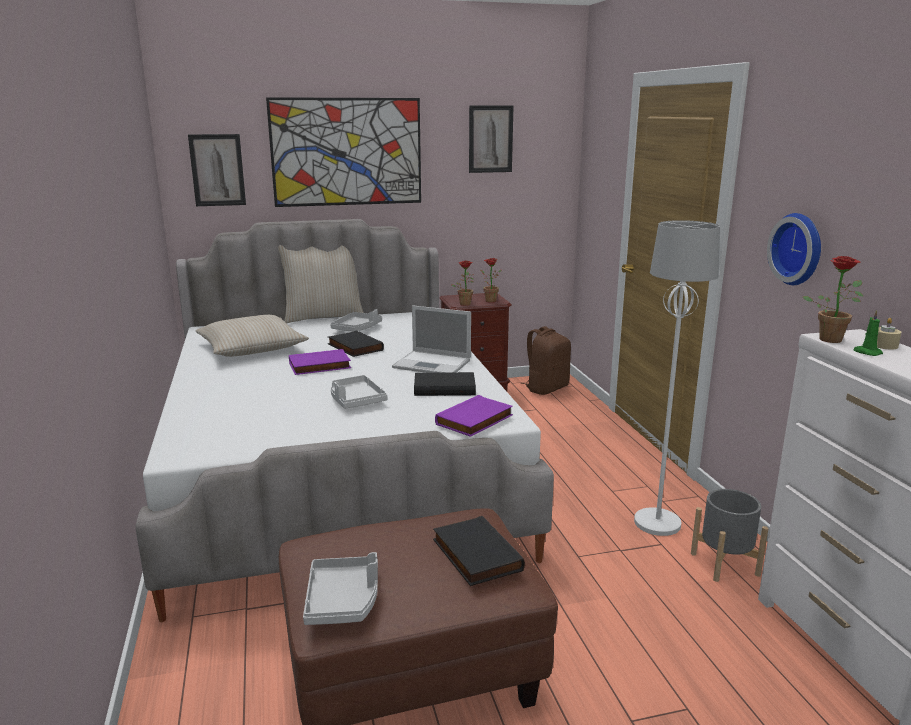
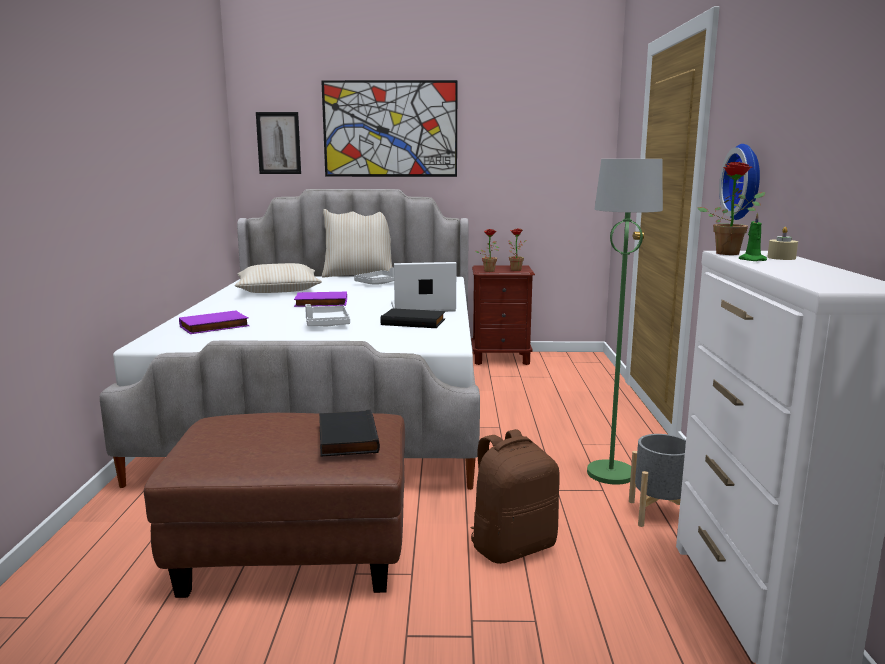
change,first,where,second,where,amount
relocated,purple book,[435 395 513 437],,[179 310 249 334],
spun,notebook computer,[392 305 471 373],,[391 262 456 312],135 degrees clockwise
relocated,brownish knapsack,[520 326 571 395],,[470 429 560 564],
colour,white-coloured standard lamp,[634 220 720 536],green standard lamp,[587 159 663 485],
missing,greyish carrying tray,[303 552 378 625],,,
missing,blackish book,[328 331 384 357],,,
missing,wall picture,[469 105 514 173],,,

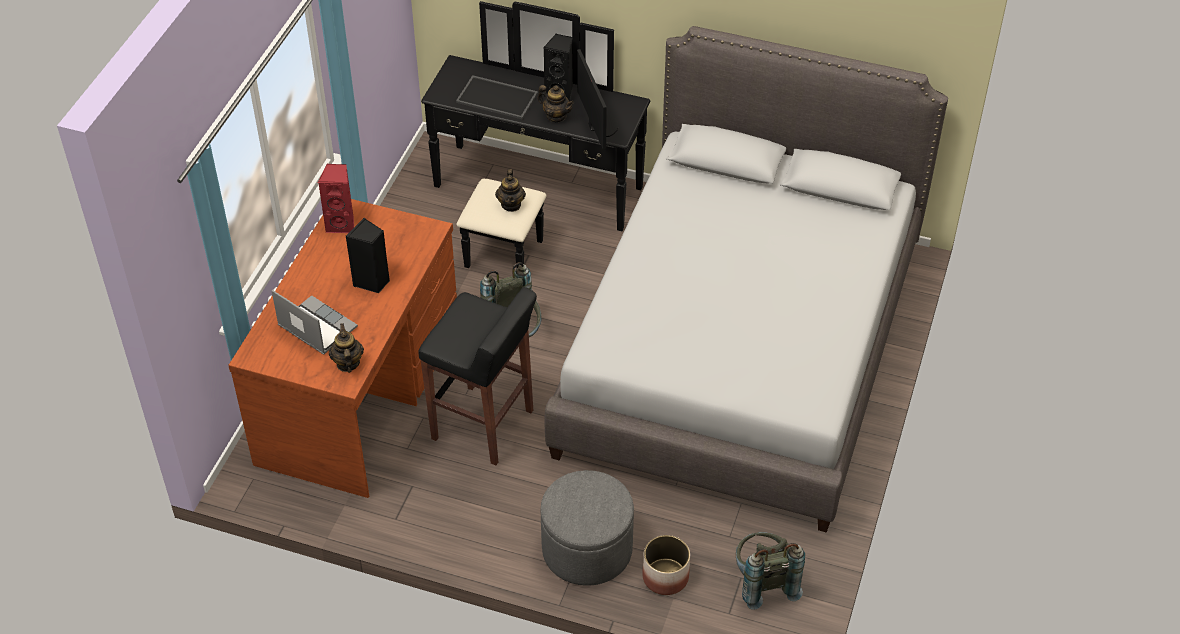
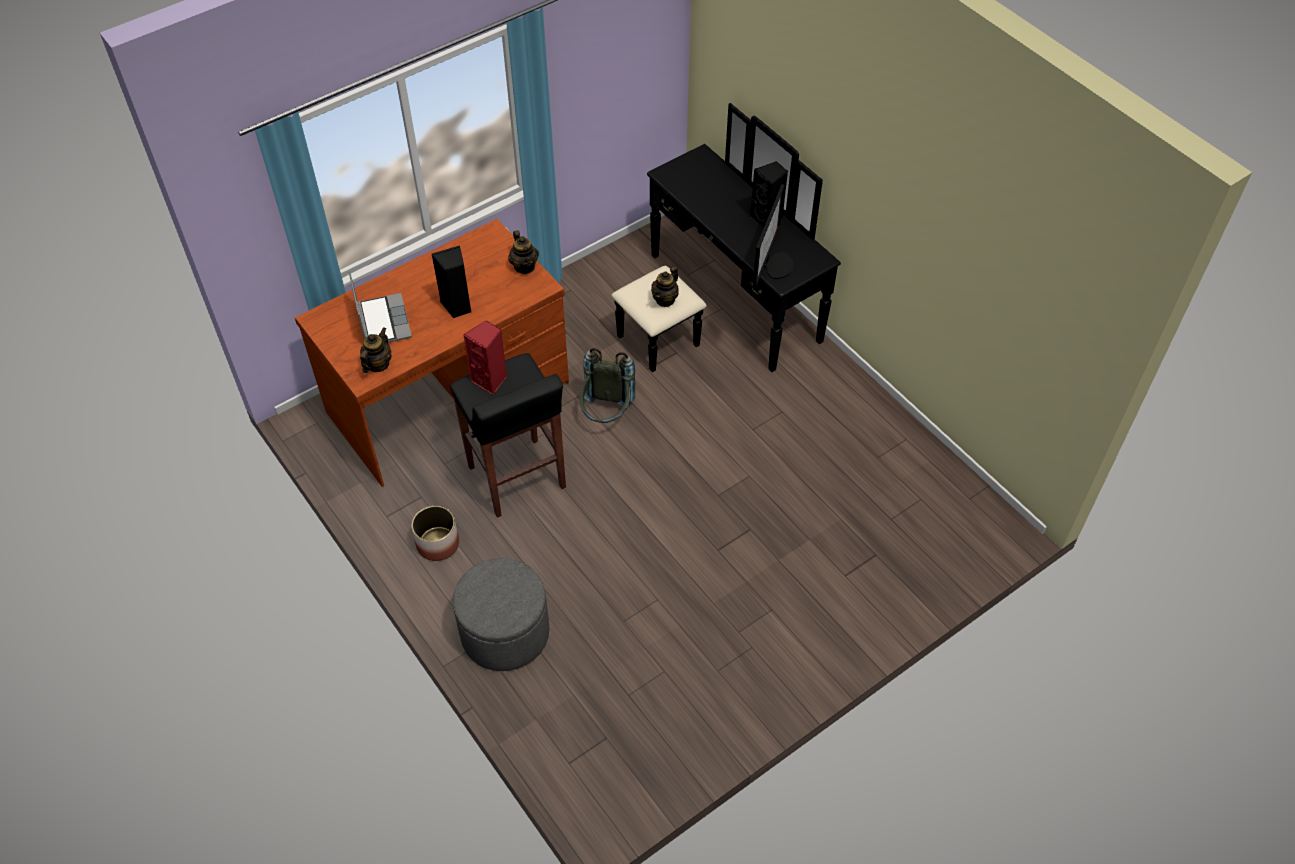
change,first,where,second,where,amount
relocated,plant pot,[642 535 690 595],,[412 506 459 561],
relocated,reddish loudspeaker,[318 164 354 233],,[464 320 507 395],
relocated,pot for tea,[537 85 574 122],,[508 230 539 274],
missing,carrying tray,[456 75 538 119],,,
missing,greyish sleeping bed,[545 26 948 533],,,
missing,greyish knapsack,[736 532 805 610],,,

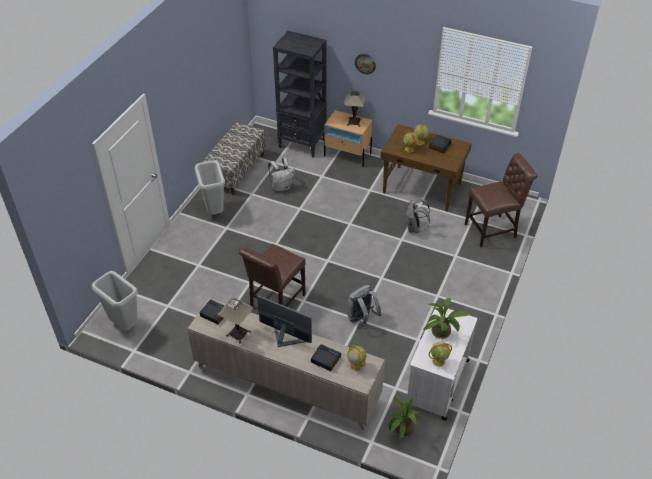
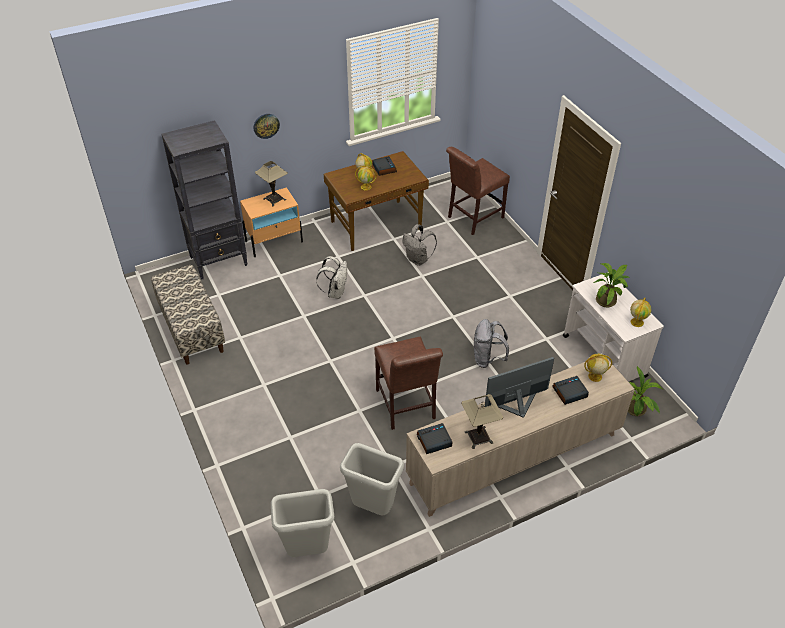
change,first,where,second,where,amount
relocated,white-coloured knapsack,[268 158 295 192],,[316 256 347 299],
relocated,greyish trash can,[195 160 225 215],,[340 443 404 515],
spun,brownish chair,[465 153 538 247],,[446 147 510 235],150 degrees counterclockwise

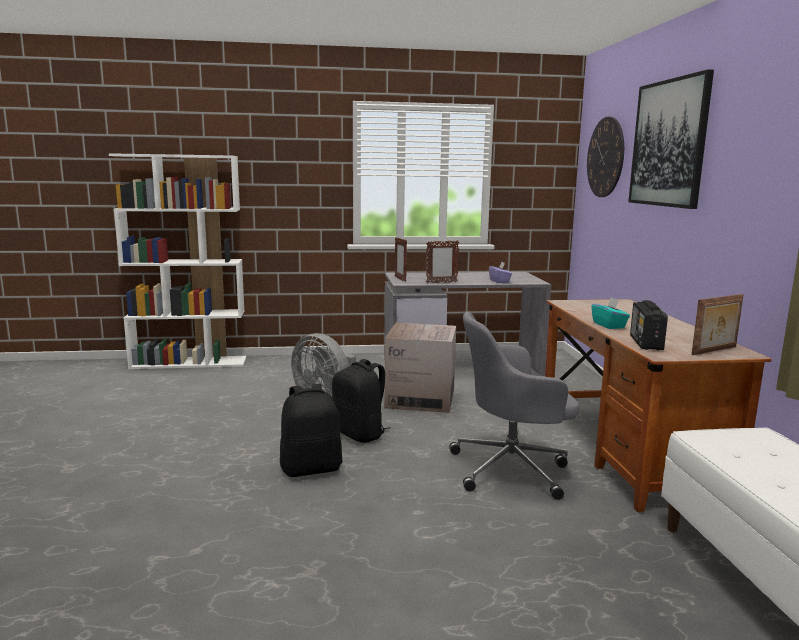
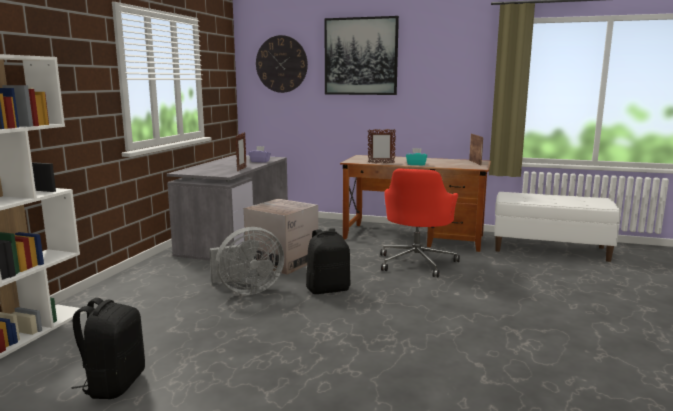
change,first,where,second,where,amount
relocated,blackish knapsack,[280 384 343 477],,[71 298 145 399],
relocated,standing frame,[395 237 407 282],,[368 129 396 164],
colour,greyish office chair,[449 312 579 500],reddish office chair,[380 169 460 278],
missing,radio set,[630 300 668 350],,,

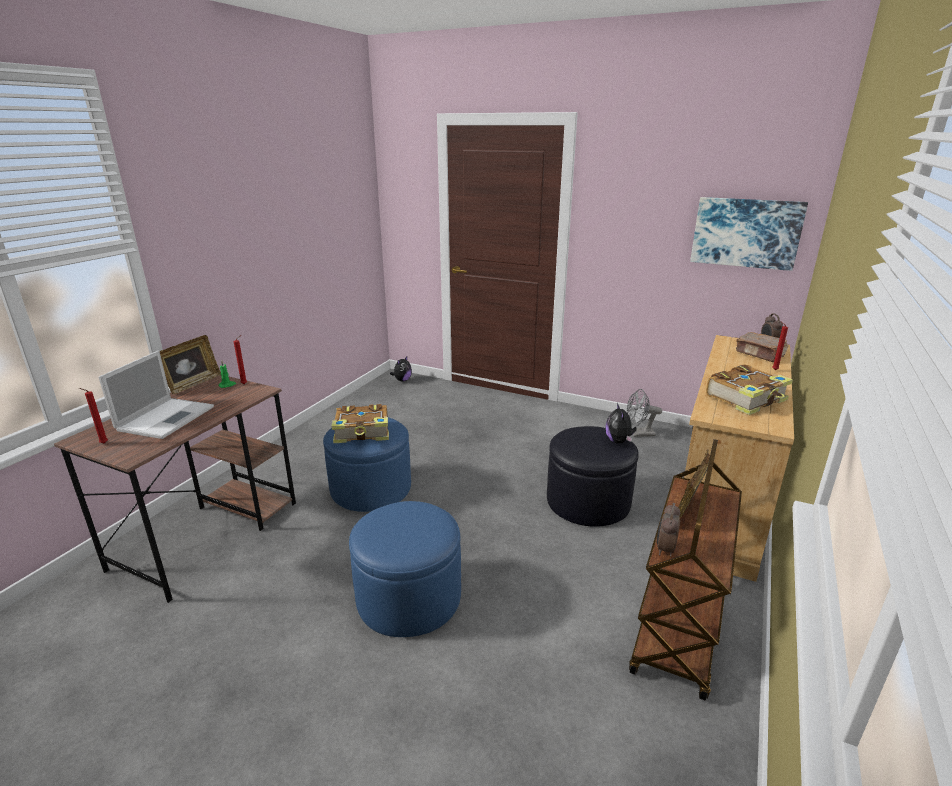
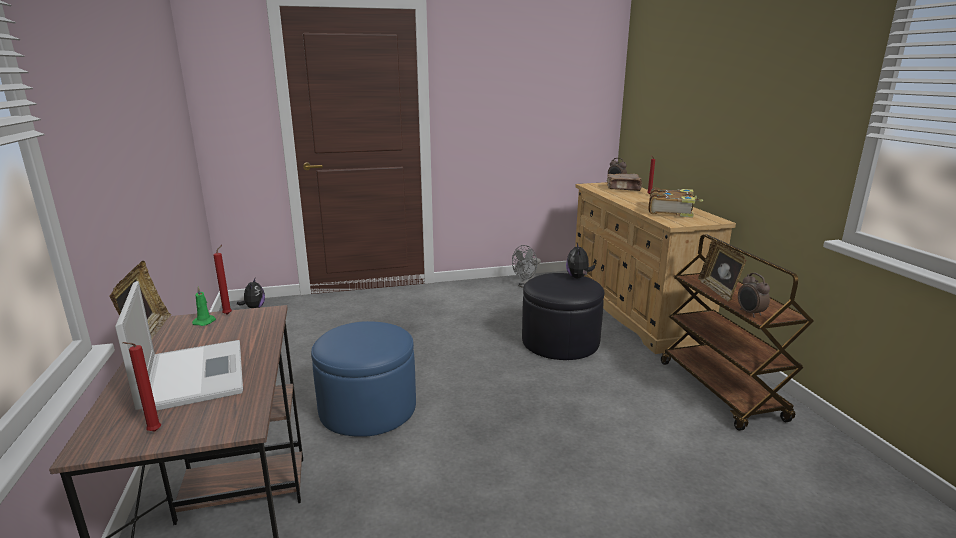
change,first,where,second,where,amount
spun,plush toy,[605 403 637 444],,[566 243 595 278],45 degrees clockwise
missing,book,[331 404 389 443],,,
missing,bluish pouffe,[349 501 461 637],,,
missing,wall picture,[690 197 808 271],,,

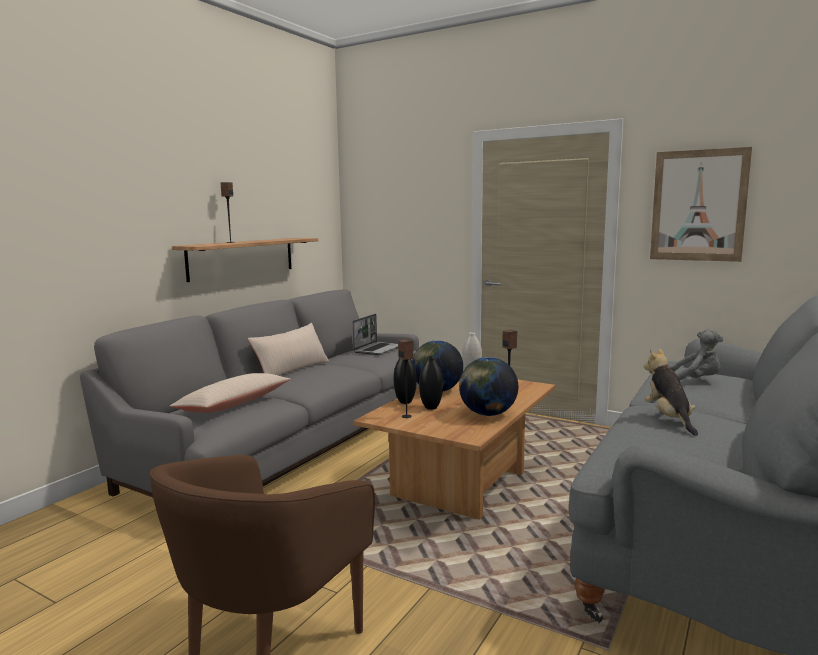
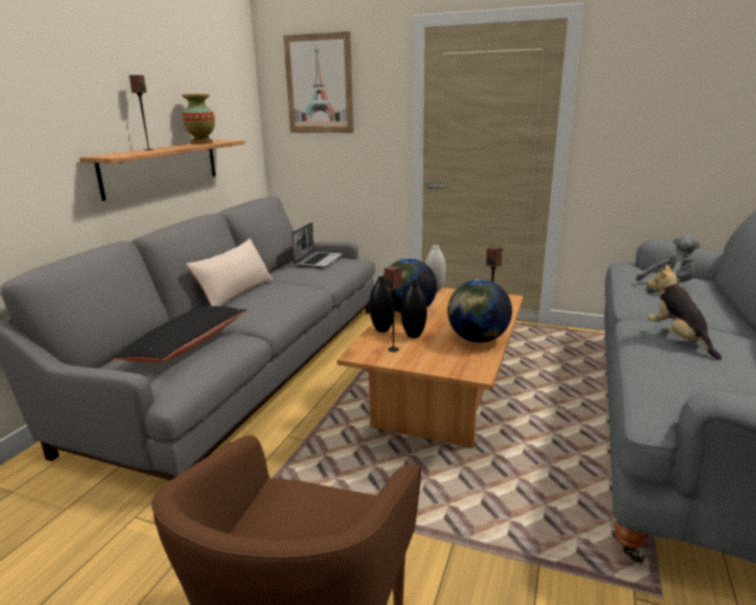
change,first,where,second,where,amount
colour,sand-coloured pillow,[170 373 291 413],blackish pillow,[112 306 247 363],
appeared,,,vase,[182 94 215 144],
relocated,wall picture,[650 147 752 262],,[283 31 354 133],

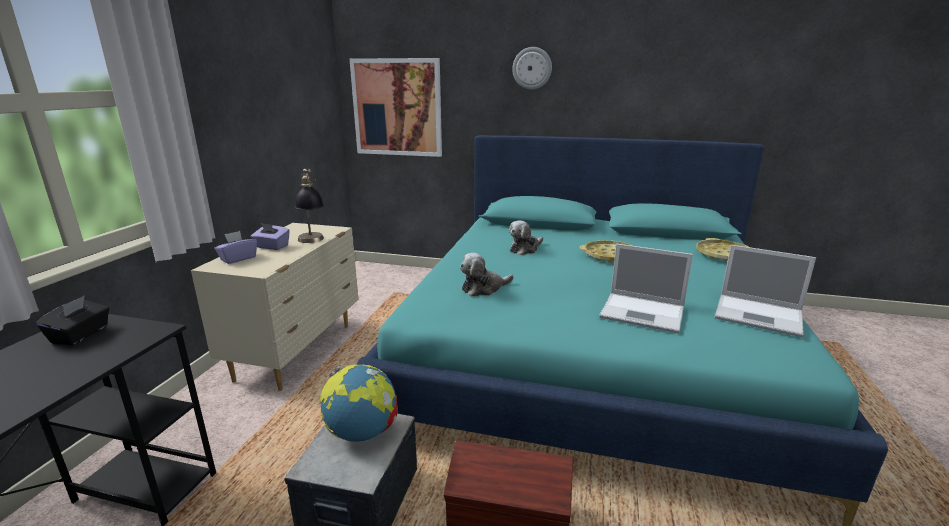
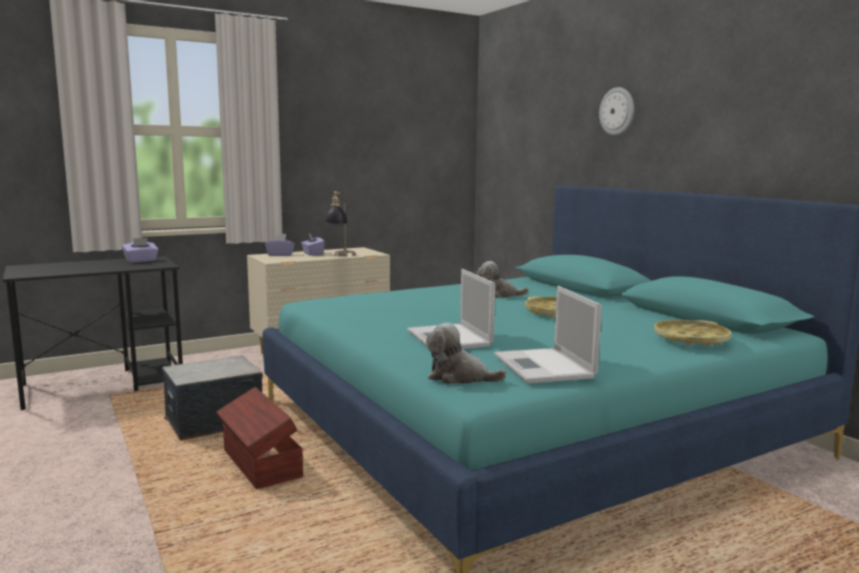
change,first,where,second,where,amount
colour,blackish tissue box,[36 295 109 345],purple tissue box,[122 238 158 263],
relocated,plush toy,[460 253 514 297],,[426 323 507 384],
missing,desk globe,[320 365 398 442],,,
missing,wall picture,[350 58 442 157],,,

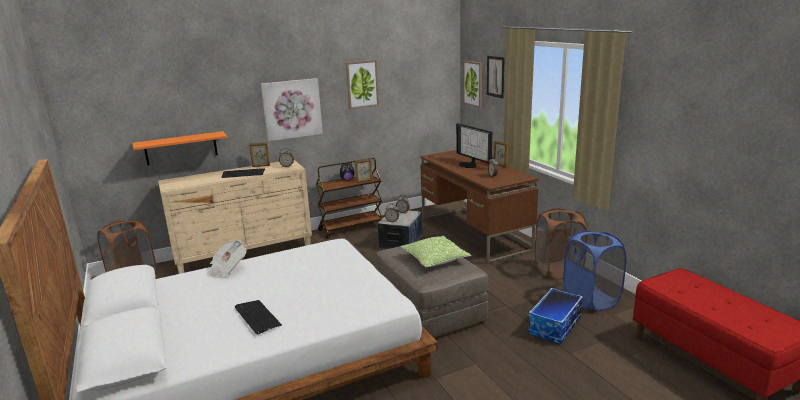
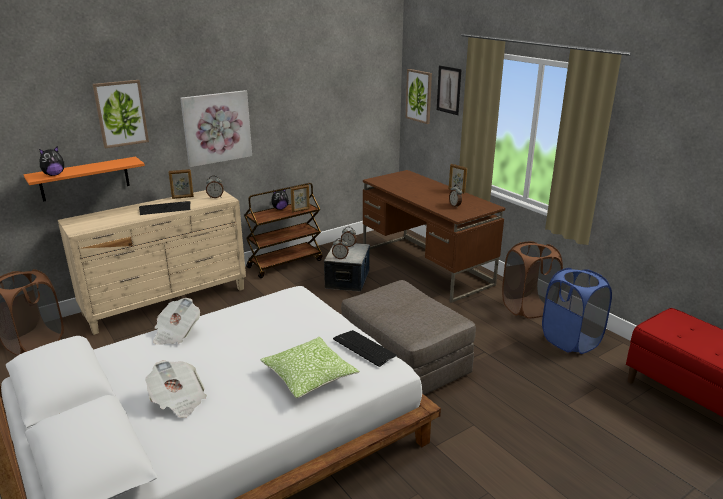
change,first,where,second,where,amount
appeared,,,plush toy,[39 146 64 176],
relocated,wall picture,[346 60 379 109],,[92 80 149 149],
appeared,,,printed paper,[145 360 207 418],
relocated,pillow,[401 236 471 267],,[260 337 359 398],
relocated,keyboard,[235 300 282 335],,[333 330 397 367],
missing,computer display,[456 123 492 168],,,
missing,storage box,[528 288 583 344],,,

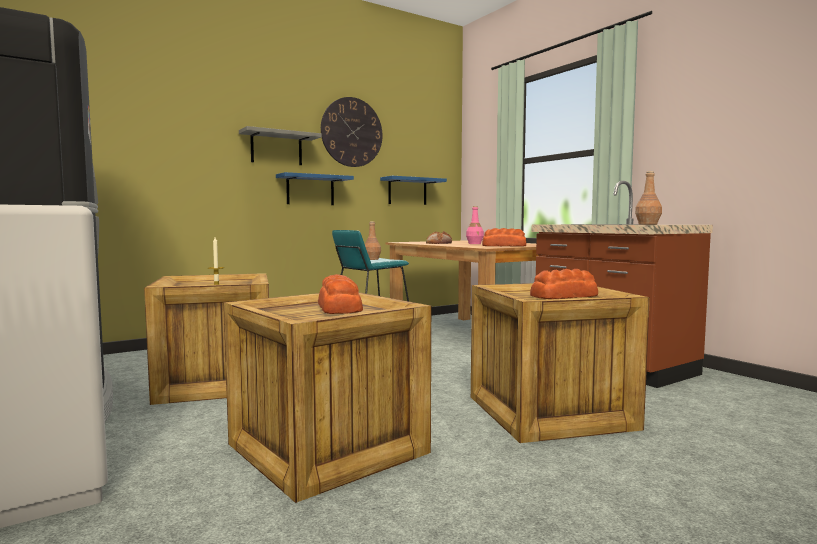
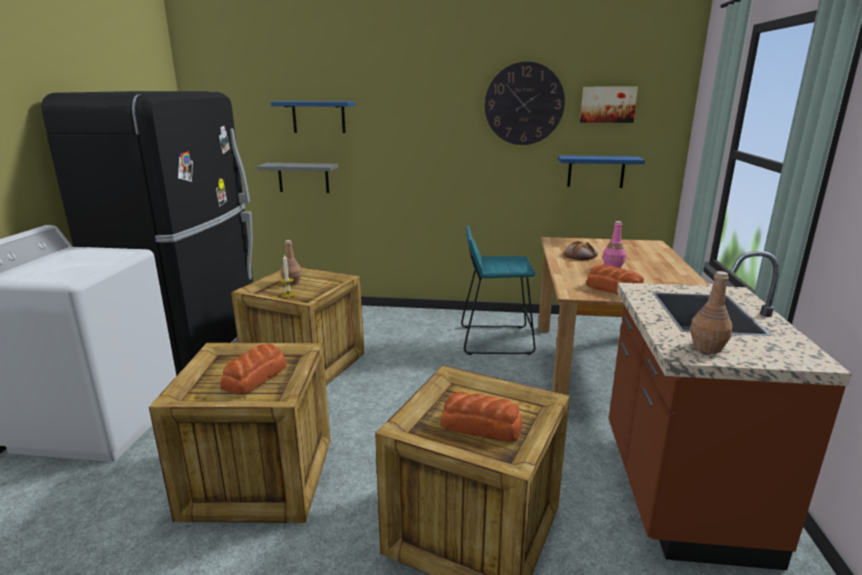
change,first,where,second,where,amount
relocated,greyish bracket shelf,[239 126 322 165],,[257 163 338 193],
relocated,bluish bracket shelf,[276 172 354 205],,[271 101 355 133],
relocated,brownish beverage bottle,[365 222 381 260],,[280 240 302 286],
appeared,,,wall picture,[580 87 638 123],

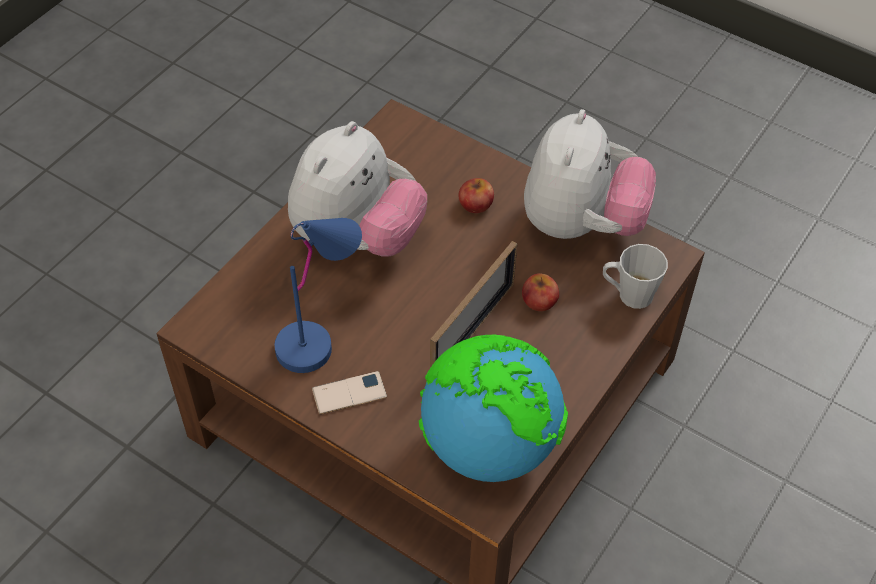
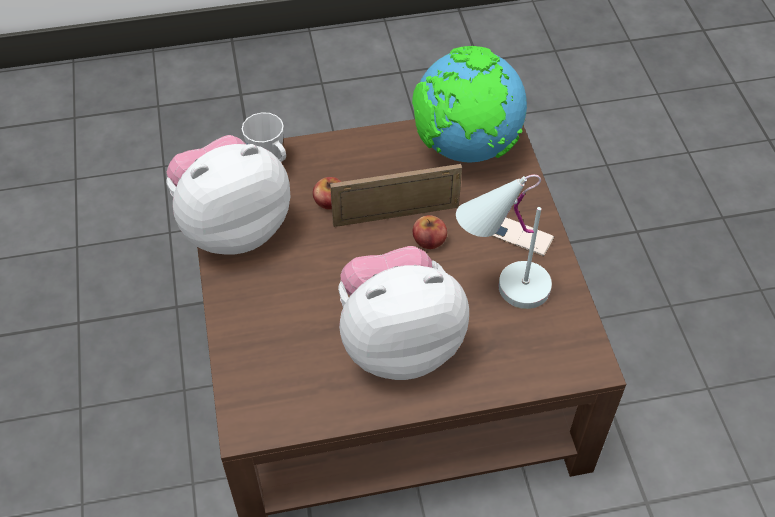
change,first,where,second,where,amount
relocated,apple,[459 178 494 213],,[413 215 447 249],
colour,bluish lamp for a table,[274 218 362 373],white-coloured lamp for a table,[456 175 552 309],

